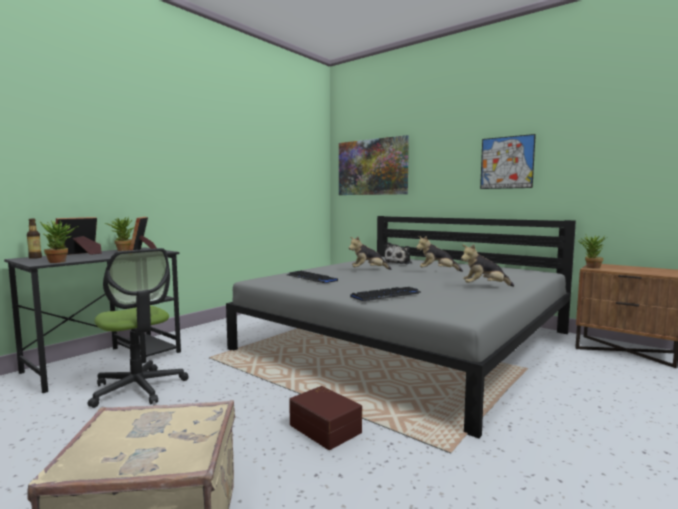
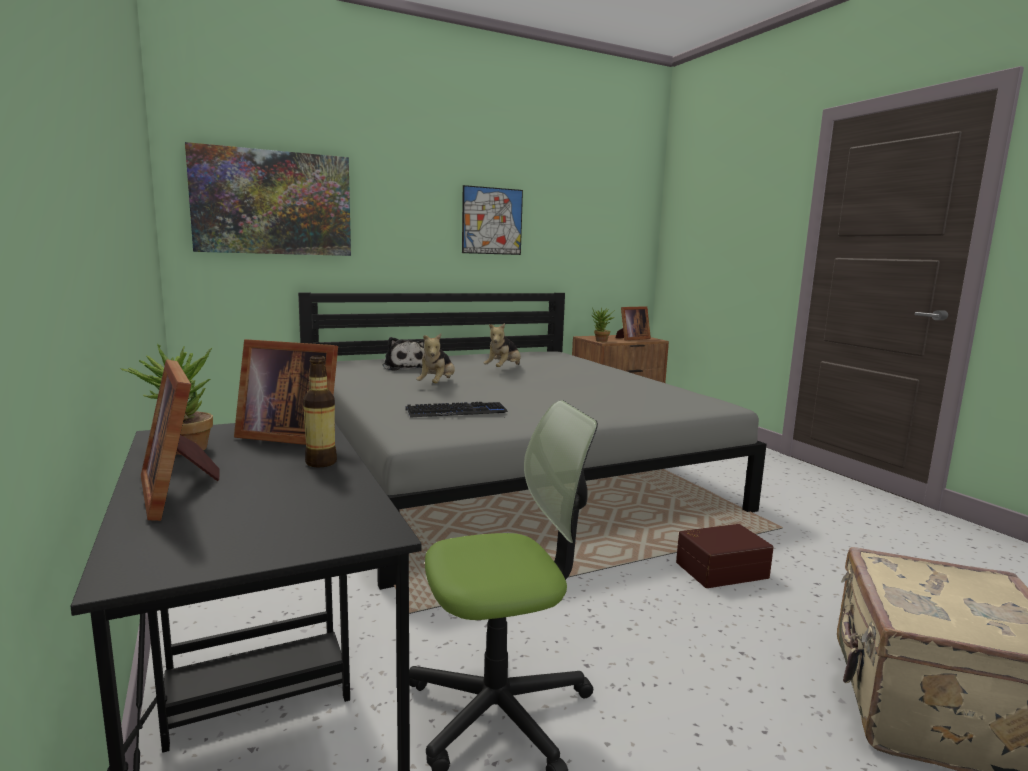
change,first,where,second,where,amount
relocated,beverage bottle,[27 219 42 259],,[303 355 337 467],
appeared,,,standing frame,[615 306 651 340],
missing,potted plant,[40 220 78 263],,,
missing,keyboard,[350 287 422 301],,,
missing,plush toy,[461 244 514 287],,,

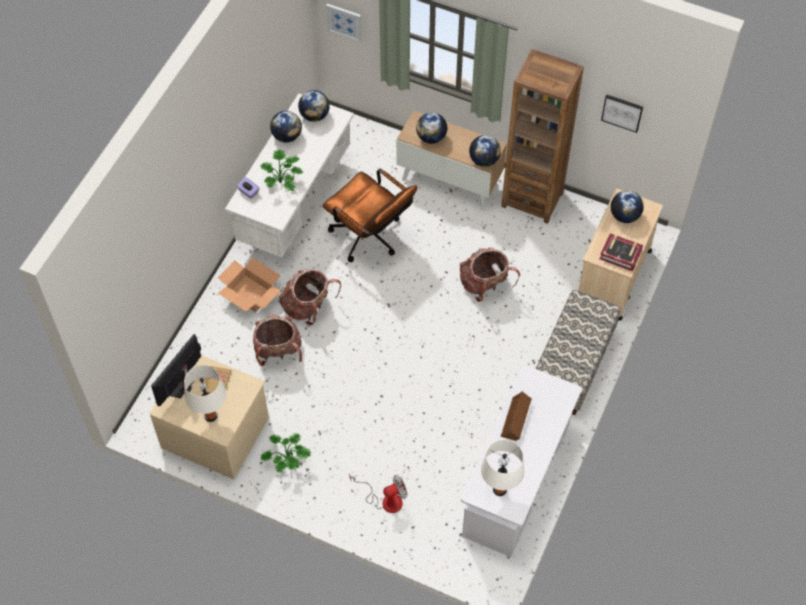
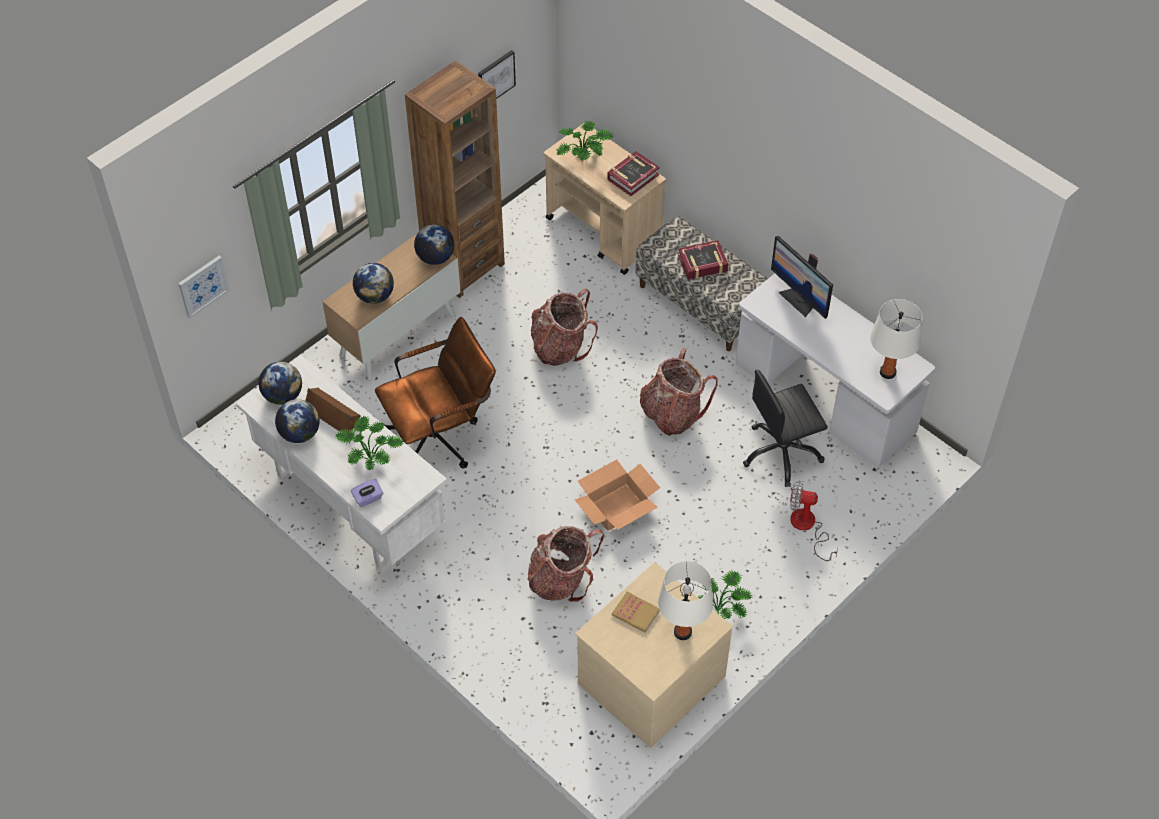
change,first,where,second,where,amount
relocated,brownish loudspeaker,[501 391 532 441],,[305 388 361 432],
exchanged,desk globe,[611 190 644 223],potted plant,[557 120 613 161],
relocated,cardboard box,[218 258 281 312],,[575 460 660 531],
relocated,knapsack,[279 269 341 325],,[640 348 718 436],
appeared,,,book,[678 240 728 279],
appeared,,,blackish office chair,[743 370 828 487],
relocated,computer display,[151 334 201 406],,[771 236 833 319],
spun,cooling fan,[349 474 407 513],,[790 481 838 561],75 degrees counterclockwise

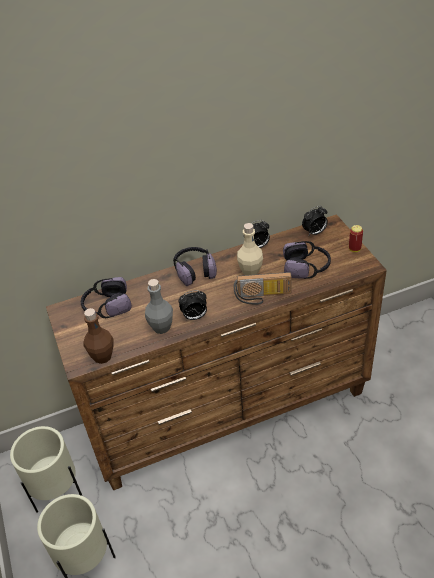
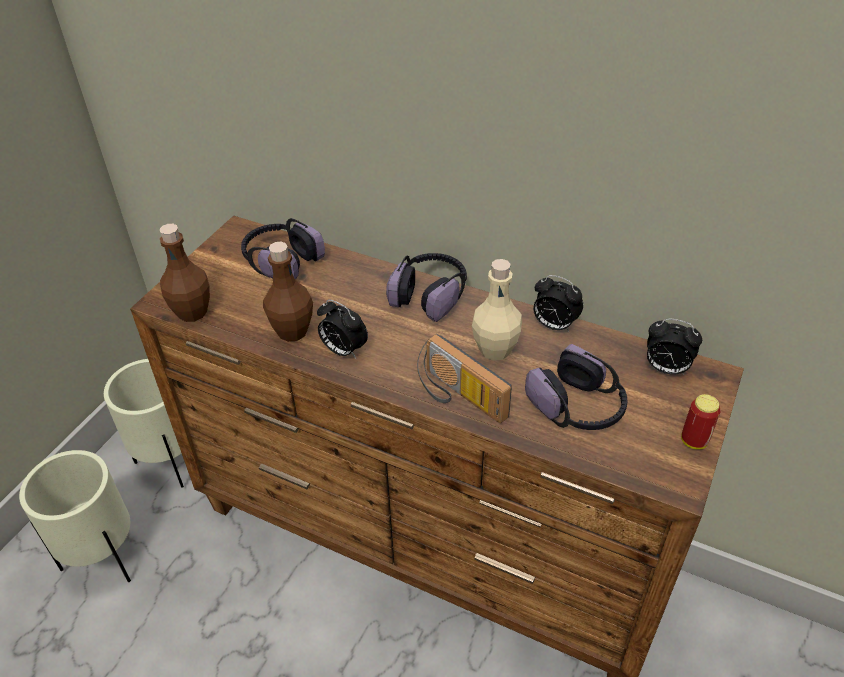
change,first,where,second,where,amount
colour,greyish beverage bottle,[145 279 173 334],brownish beverage bottle,[263 242 313 342],

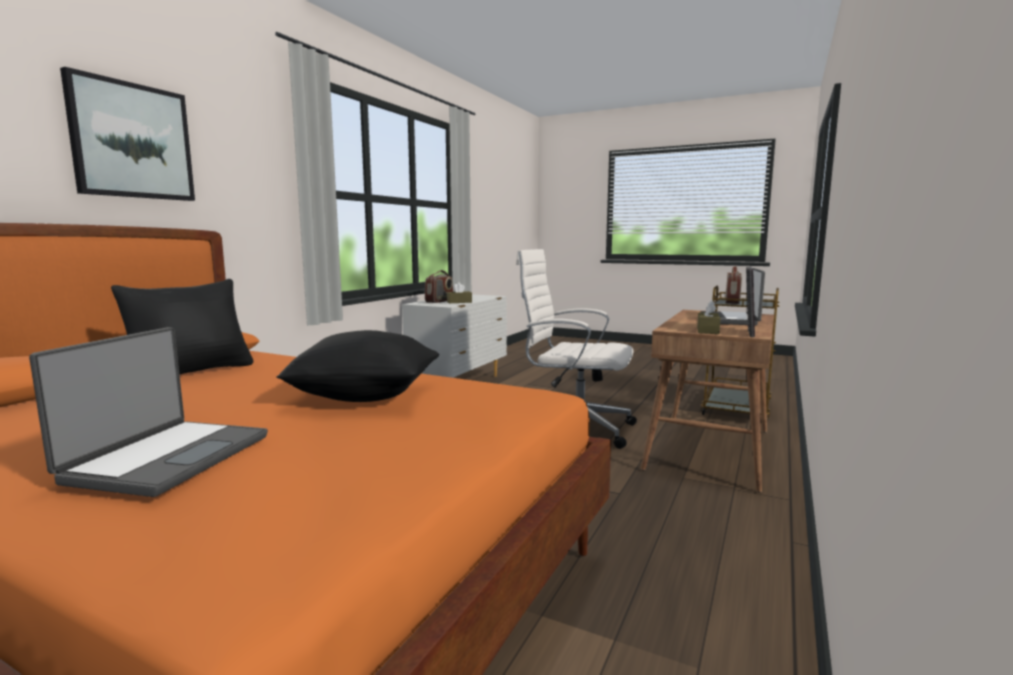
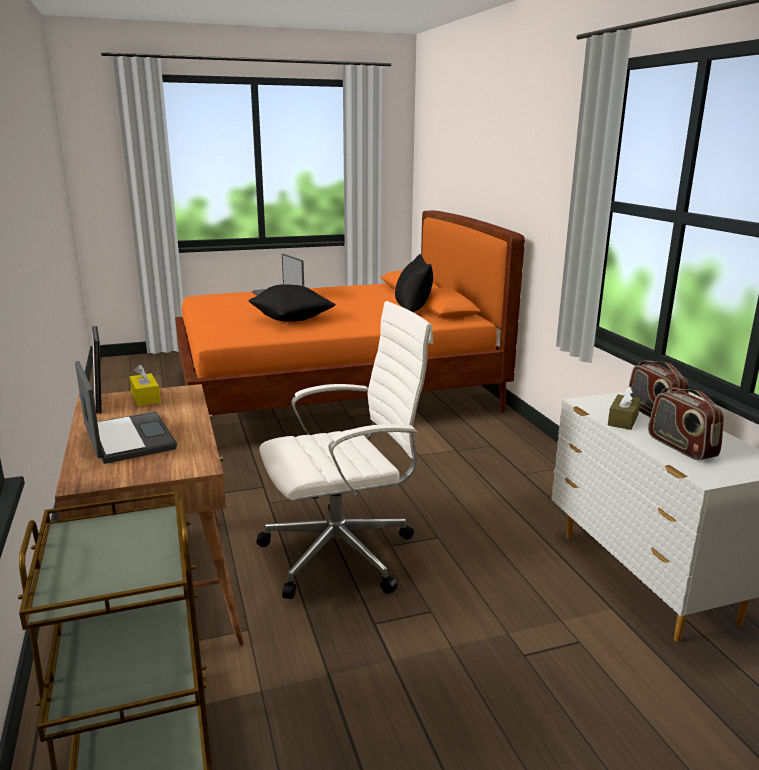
change,first,where,second,where,amount
colour,brownish tissue box,[697 300 721 334],yellowish tissue box,[129 364 161 406],
relocated,radio set,[726 266 742 304],,[648 387 724 460],
missing,wall picture,[60 67 195 201],,,

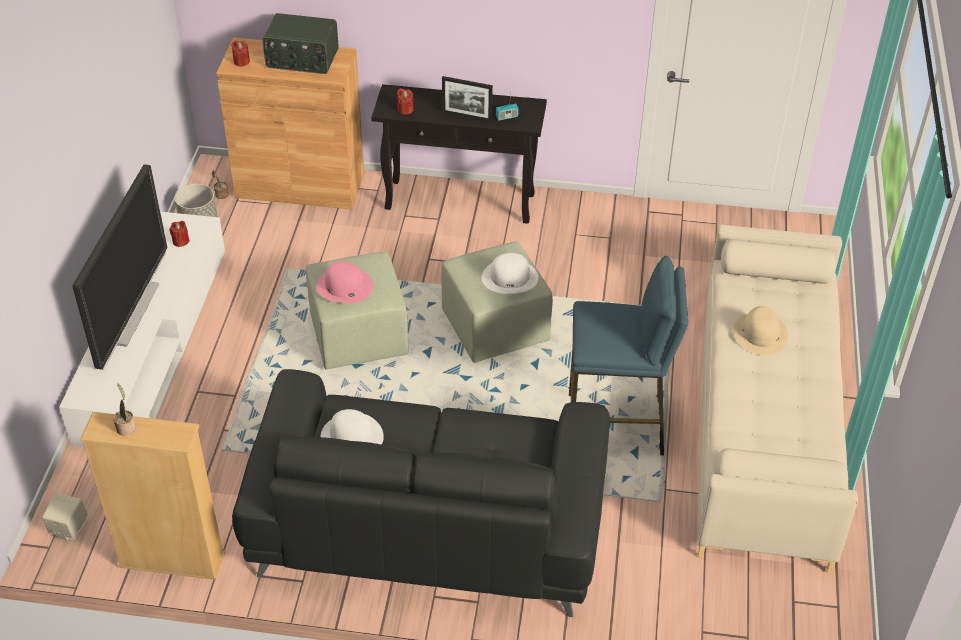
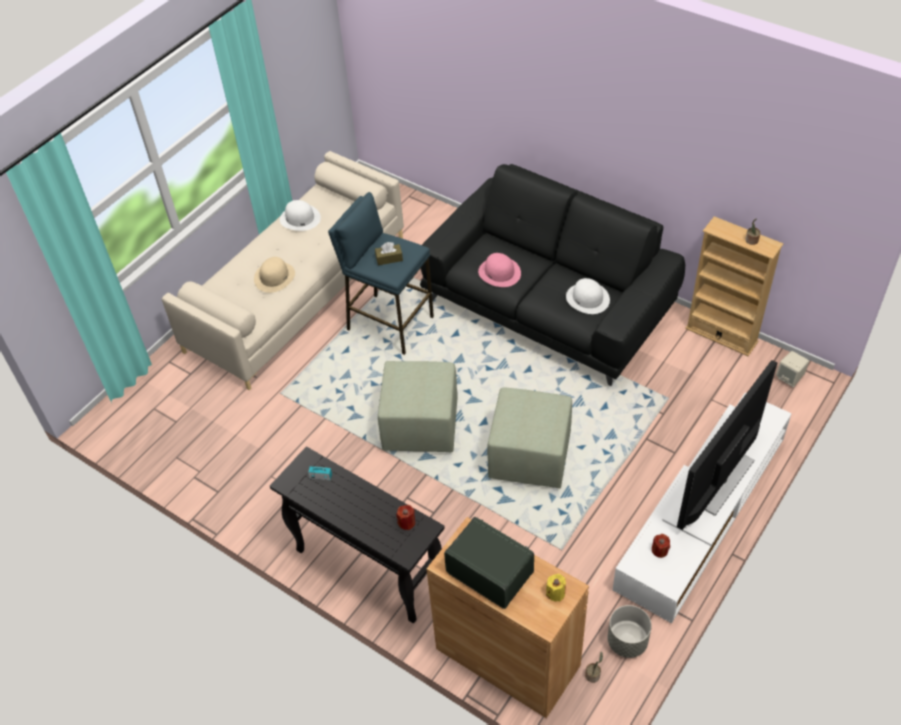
change,first,where,second,where,amount
relocated,white-coloured clothing hat,[482 253 538 294],,[280 200 321 231],
appeared,,,brownish tissue box,[375 242 403 265],
relocated,pink clothing hat,[316 261 373 303],,[478 253 521 287],
colour,reddish wax light,[231 41 250 67],yellowish wax light,[546 574 566 601],
missing,standing frame,[442 76 493 122],,,

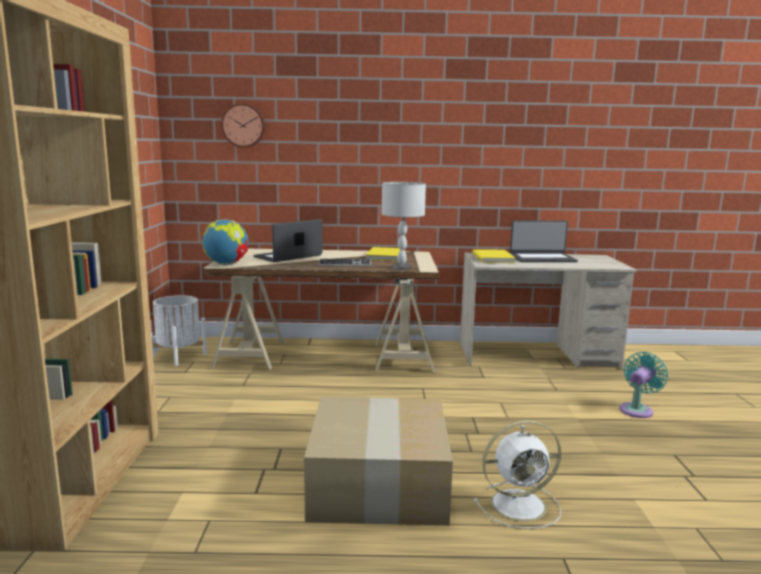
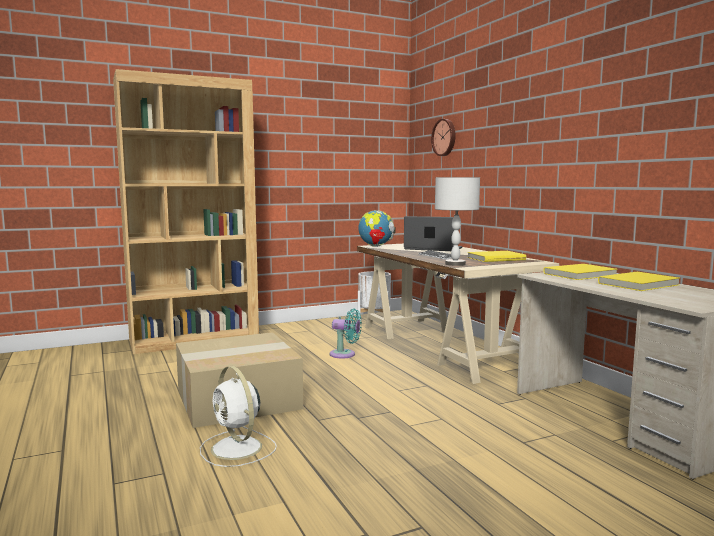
change,first,where,second,where,amount
relocated,turquoise cooling fan,[619 352 668 418],,[330 308 362 358],
exchanged,notebook computer,[510 220 578 262],yellowish book,[598 272 679 291],

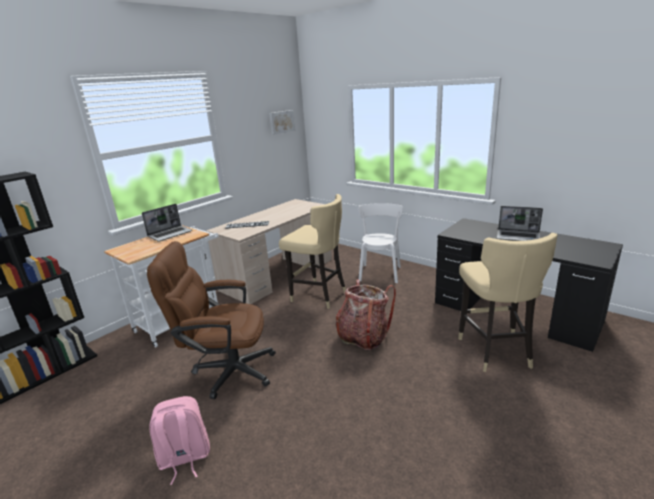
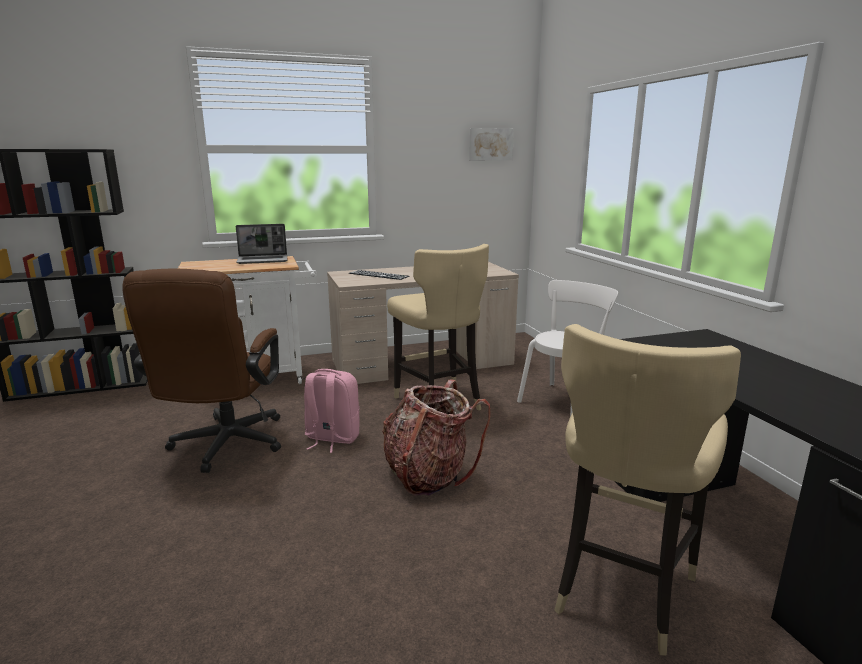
change,first,where,second,where,amount
spun,brownish office chair,[147 241 276 399],,[122 269 281 473],120 degrees counterclockwise
relocated,pink knapsack,[149 396 210 485],,[304 369 360 453],
missing,notebook computer,[497 206 543 241],,,

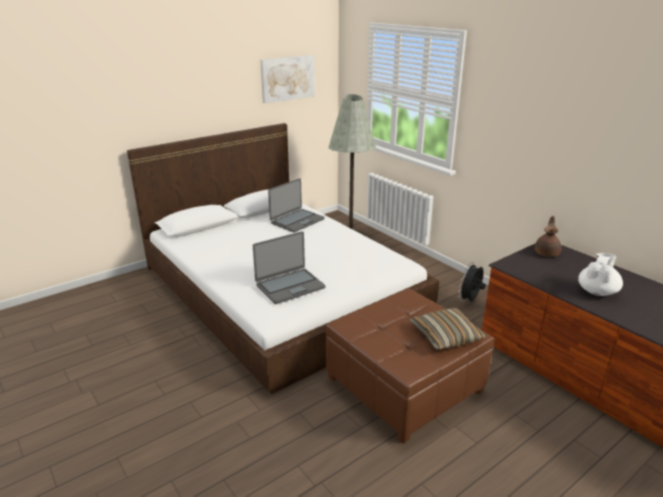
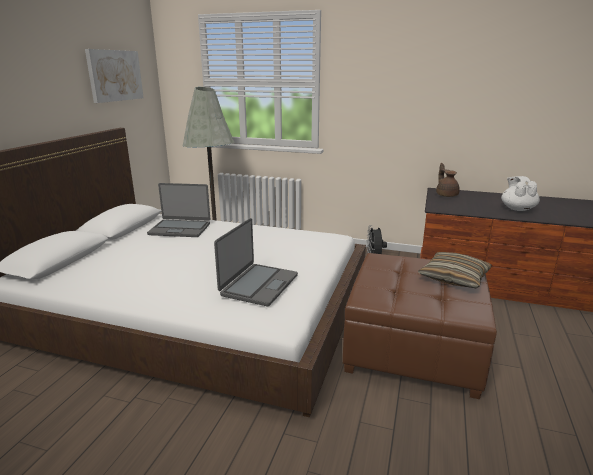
change,first,where,second,where,amount
spun,notebook computer,[268 178 325 233],,[147 183 210 237],90 degrees clockwise

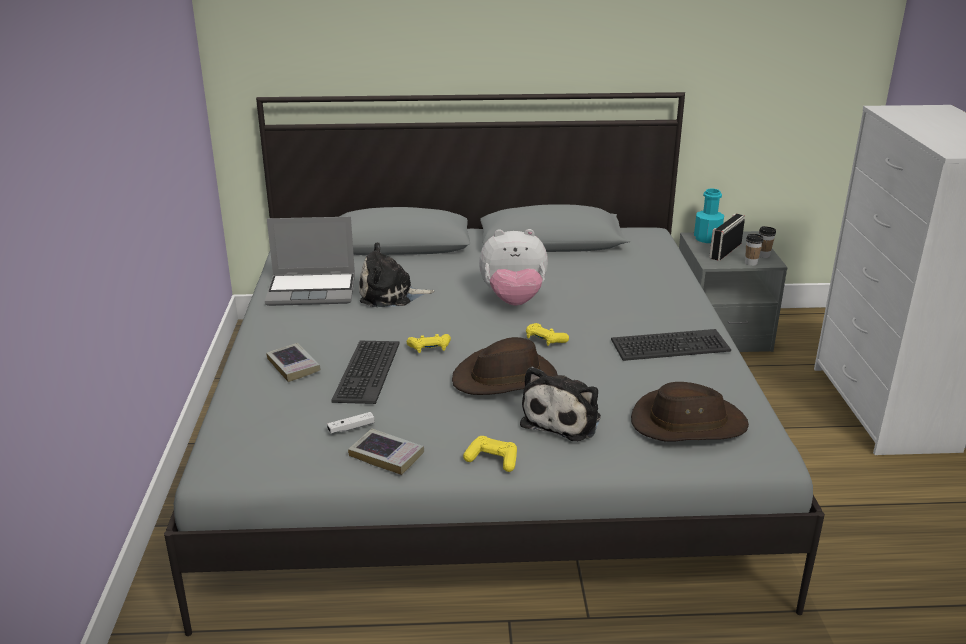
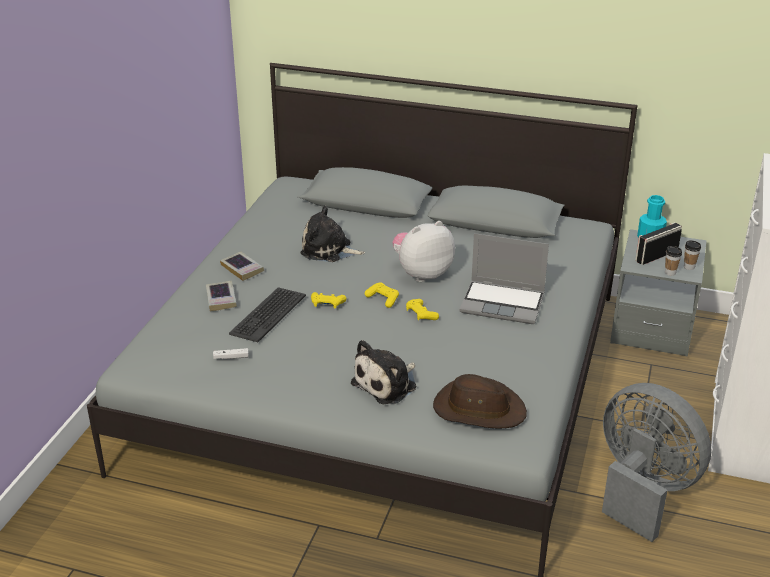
change,first,where,second,where,amount
relocated,book,[348 429 424 475],,[220 252 264 281],
relocated,yellowish gamepad,[463 436 517 472],,[365 282 399 308],
spun,plush toy,[479 229 548 306],,[393 221 455 282],135 degrees clockwise
relocated,notebook computer,[265 217 355 306],,[459 233 549 324],
appeared,,,greyish cooling fan,[602 383 712 542],
missing,brownish clothing hat,[452 337 558 395],,,
missing,keyboard,[611 329 731 361],,,

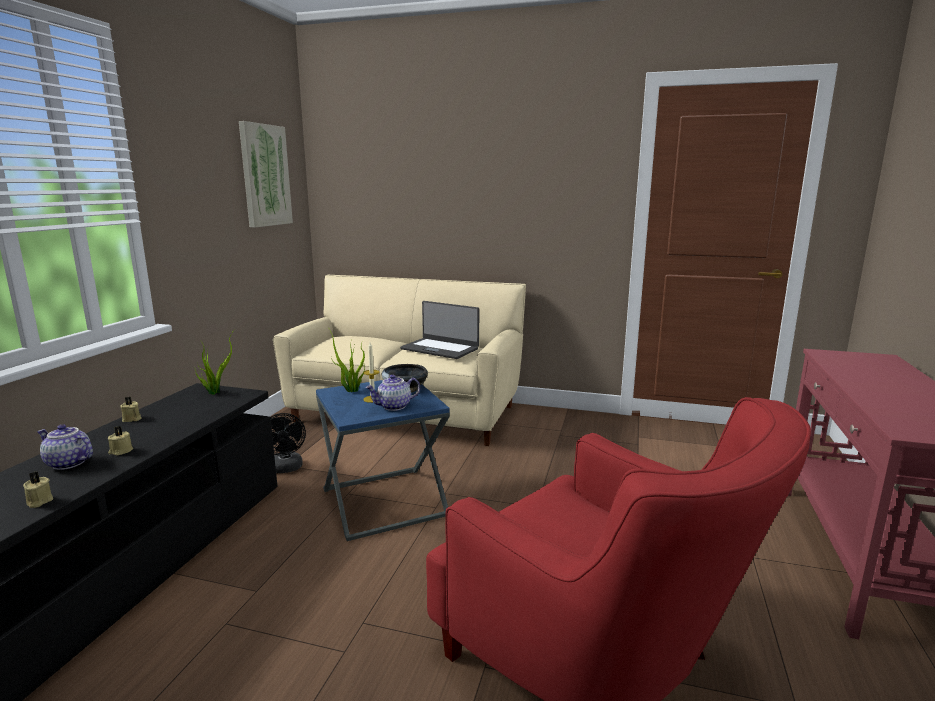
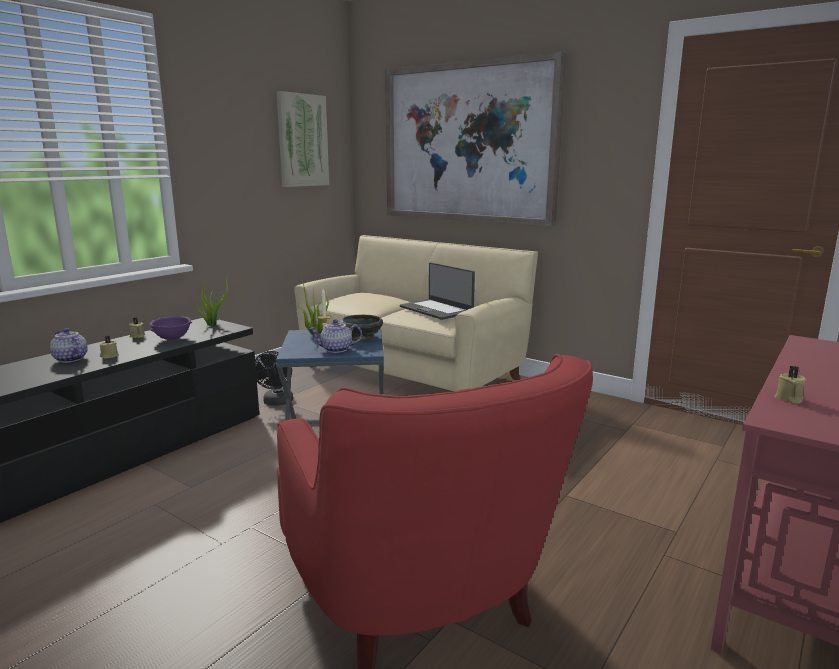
change,first,where,second,where,amount
appeared,,,purple serving bowl,[149 316 192 340],
appeared,,,wall picture,[385 51 566 226],
relocated,sand-coloured wax light,[23 472 53 508],,[774 366 806 404],

